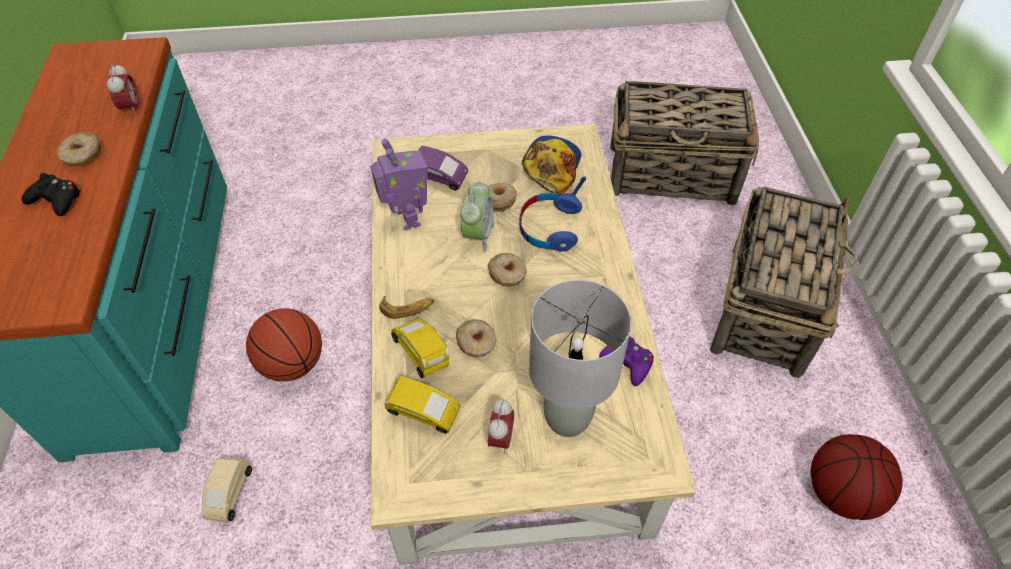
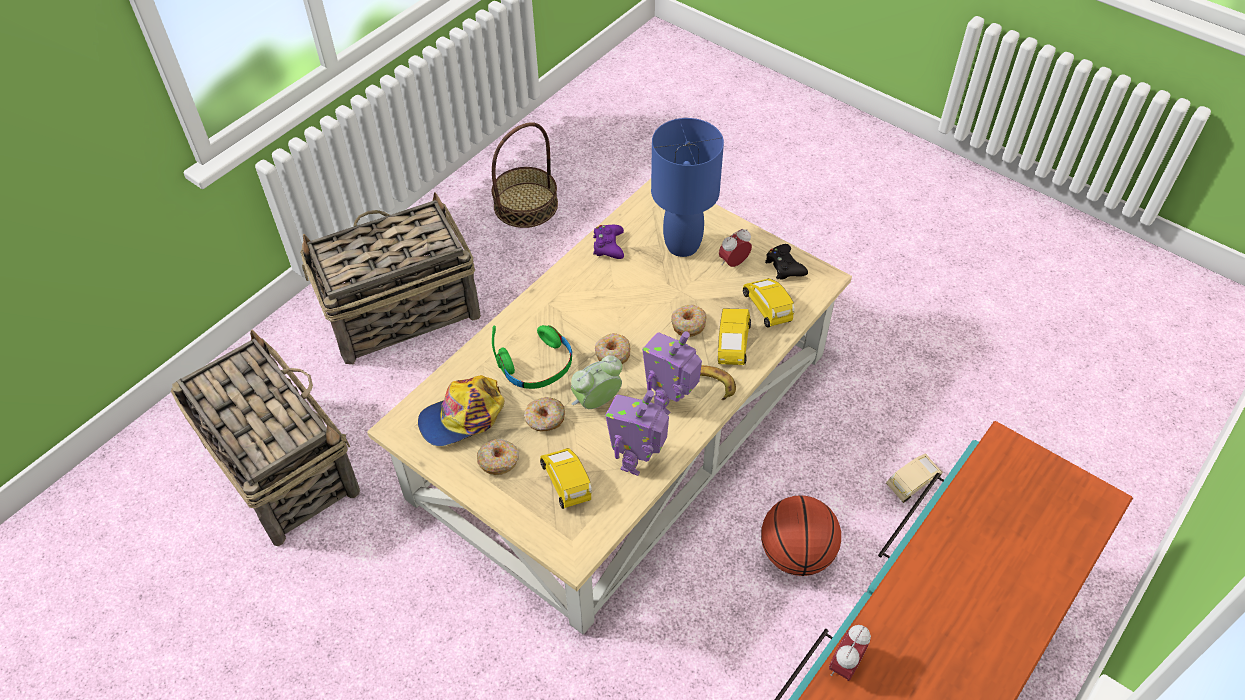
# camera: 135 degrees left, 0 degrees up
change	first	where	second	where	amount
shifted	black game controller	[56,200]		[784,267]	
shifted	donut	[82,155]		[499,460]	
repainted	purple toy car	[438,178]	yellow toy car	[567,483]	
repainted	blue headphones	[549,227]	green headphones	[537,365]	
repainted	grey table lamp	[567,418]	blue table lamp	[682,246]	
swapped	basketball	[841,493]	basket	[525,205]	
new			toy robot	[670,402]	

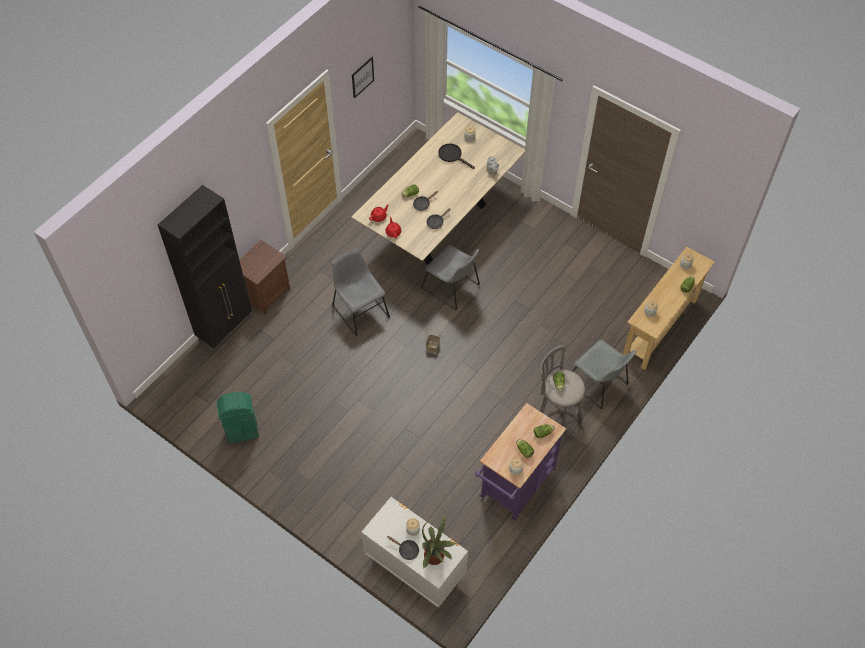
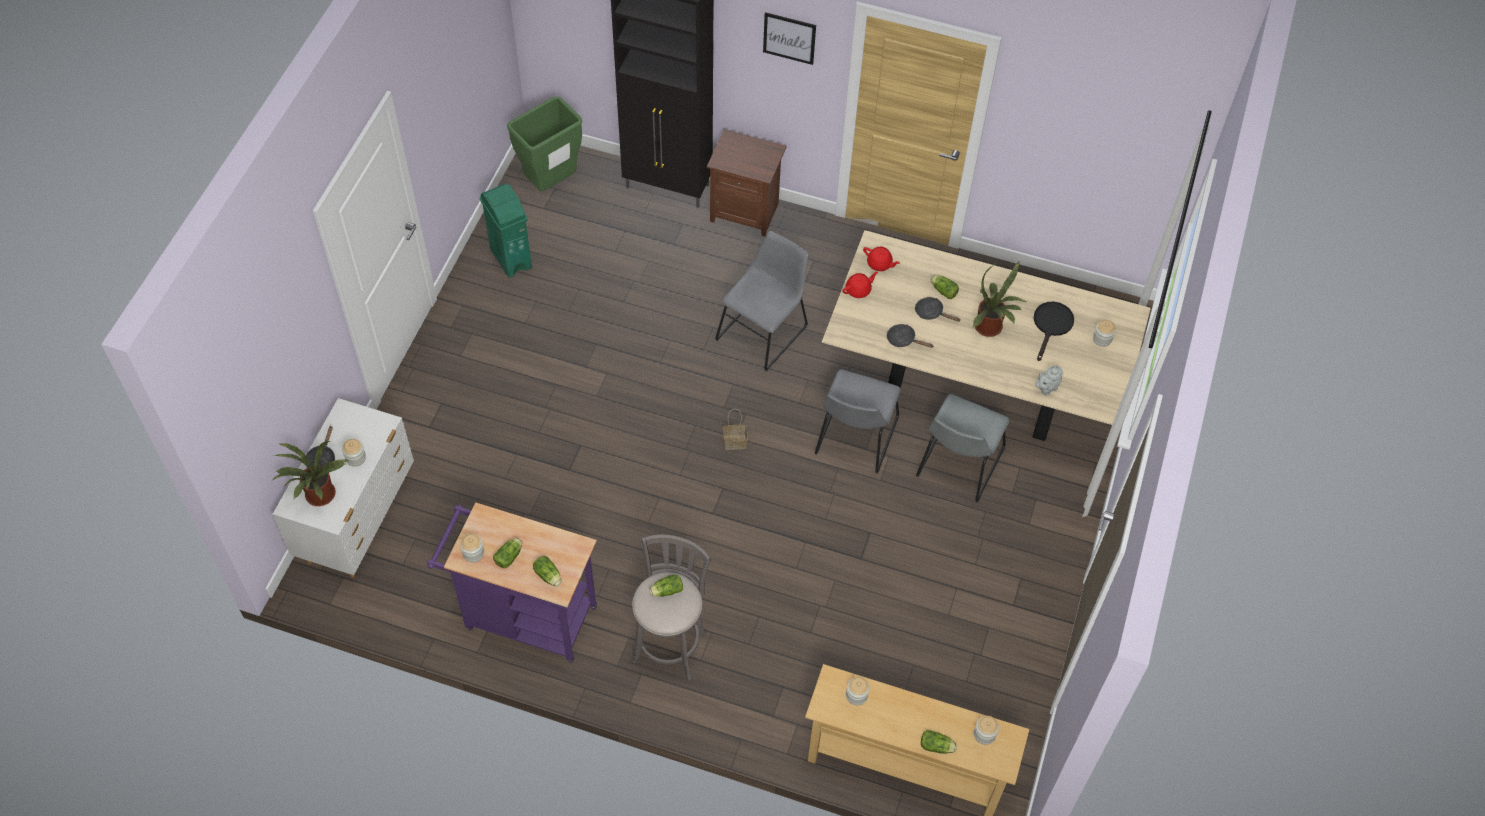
# camera: 70 degrees right, 0 degrees up
change	first	where	second	where	amount
shifted	picture	[362,77]		[789,38]	
shifted	grey chair	[599,384]		[958,465]	
new			green trash can	[551,183]	
new			potted plant	[990,328]	

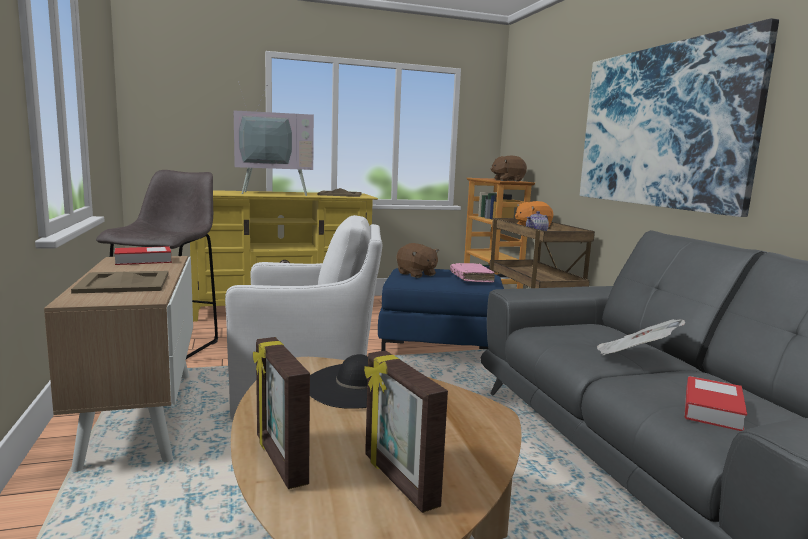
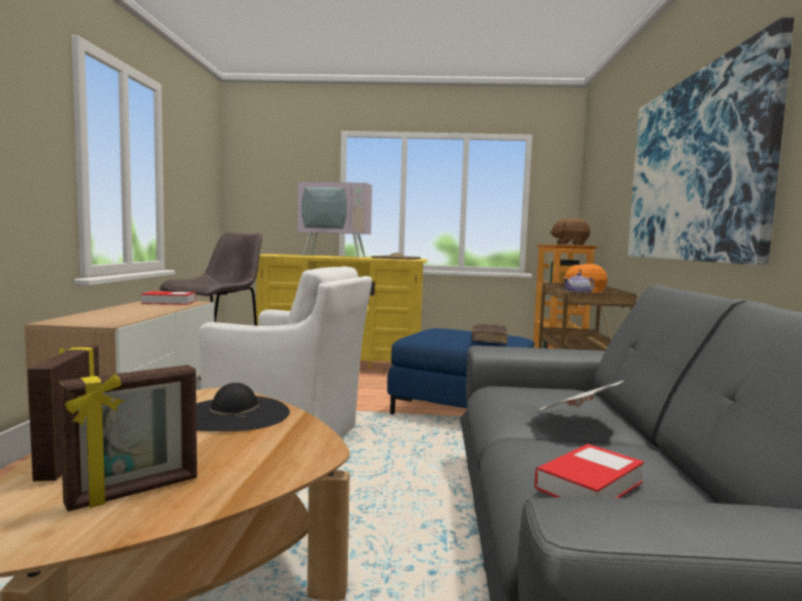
# camera: 20 degrees right, 5 degrees down
change	first	where	second	where	amount
gone	beige tray	[124,283]			
rotated	picture frame	[398,480]		[134,492]	120 degrees counterclockwise
gone	brown plush toy	[416,274]			
repainted	pink book	[471,278]	brown book	[489,339]	

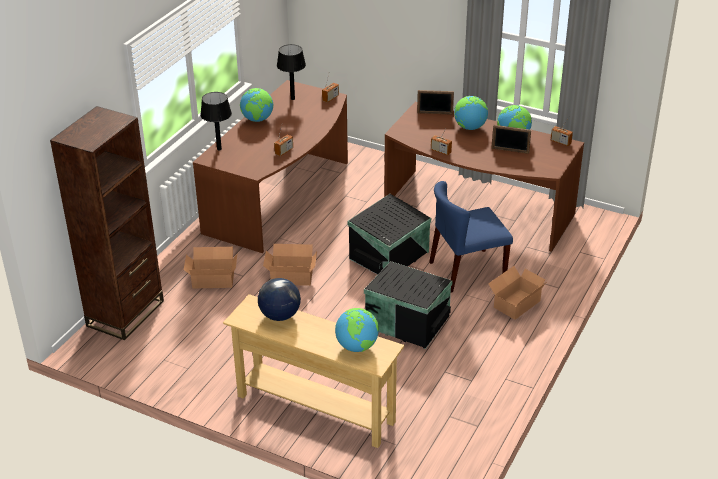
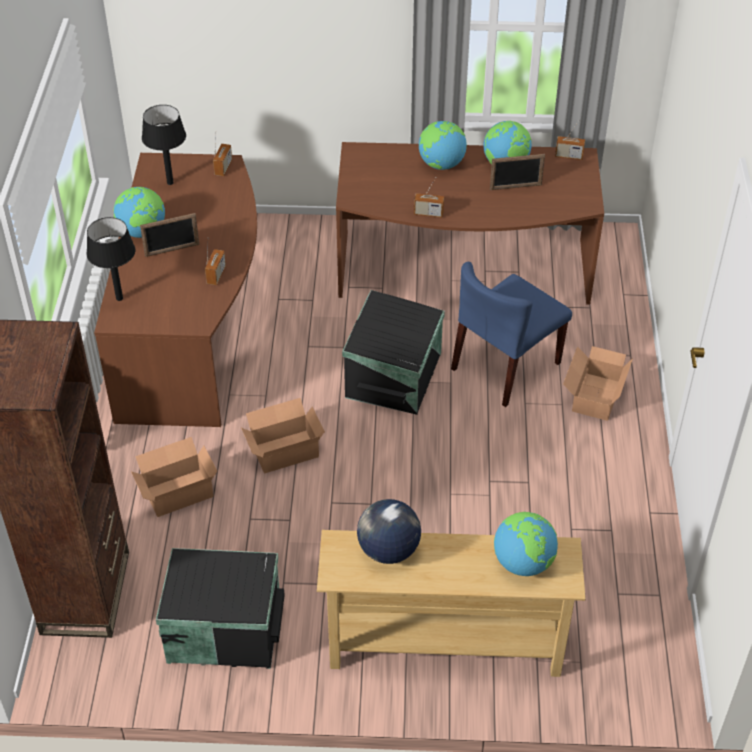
# camera: 25 degrees left, 10 degrees up
change	first	where	second	where	amount
shifted	black storage box	[407,321]		[223,626]	
shifted	picture frame	[435,113]		[172,250]	

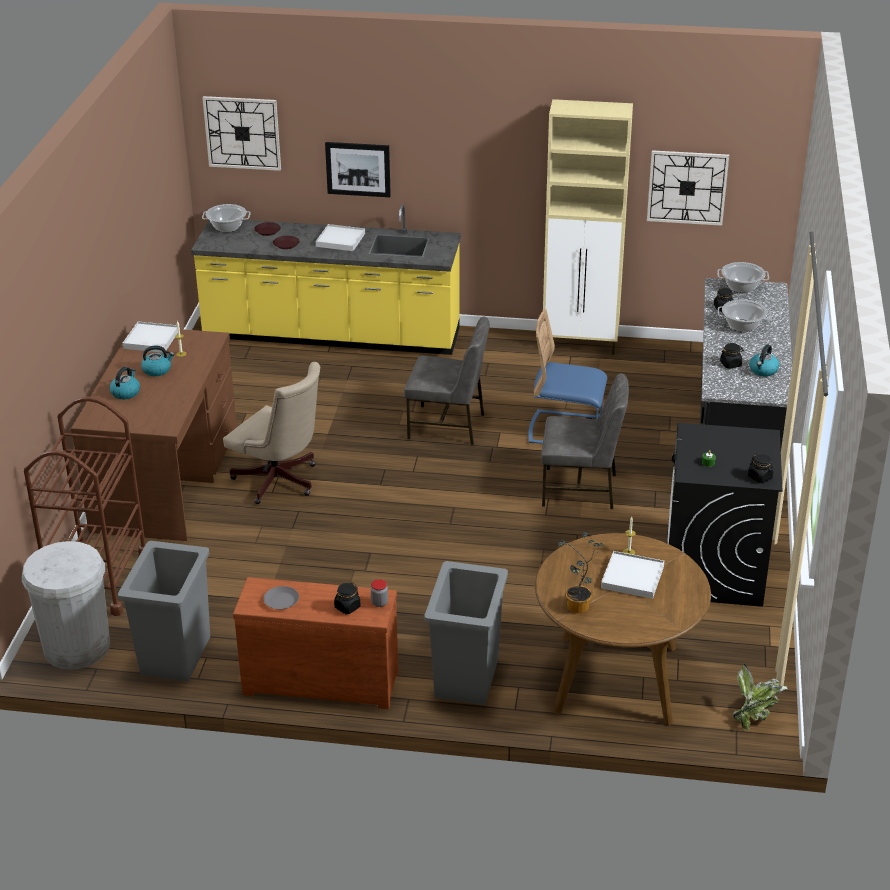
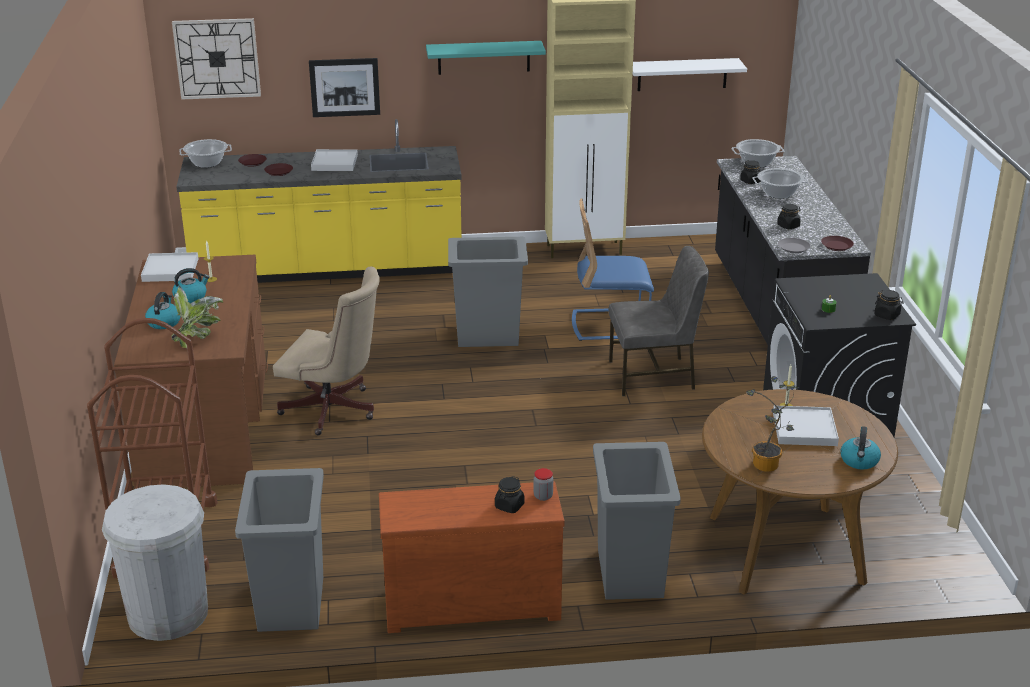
# camera: 15 degrees left, 5 degrees down
change	first	where	second	where	amount
shifted	grey plate	[281,601]		[793,248]	
swapped	grey chair	[448,426]	grey trash can	[488,336]	
swapped	wall clock	[687,187]	white shelf	[682,74]	
shifted	potted plant	[755,715]		[198,338]	
shifted	kettle	[763,370]		[859,461]	
new			turquoise shelf	[484,57]	
new			brown plate	[837,246]	

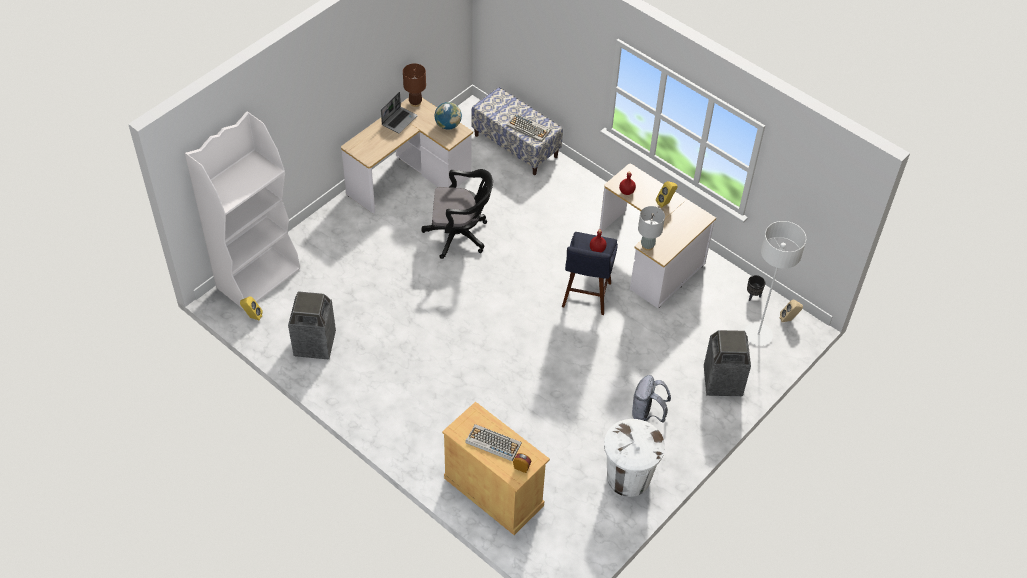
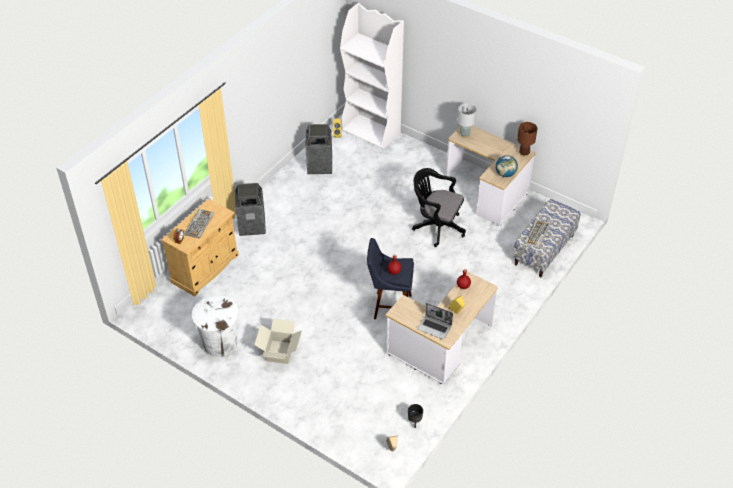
# camera: 85 degrees right, 5 degrees down
change	first	where	second	where	amount
shifted	laptop	[399,120]		[435,327]	
rotated	black office chair	[460,235]		[436,227]	120 degrees clockwise
swapped	grey backpack	[647,414]	cardboard box	[279,352]	
shifted	grey table lamp	[647,246]		[465,135]	
shifted	trash can	[722,381]		[252,225]	
gone	white floor lamp	[758,335]			

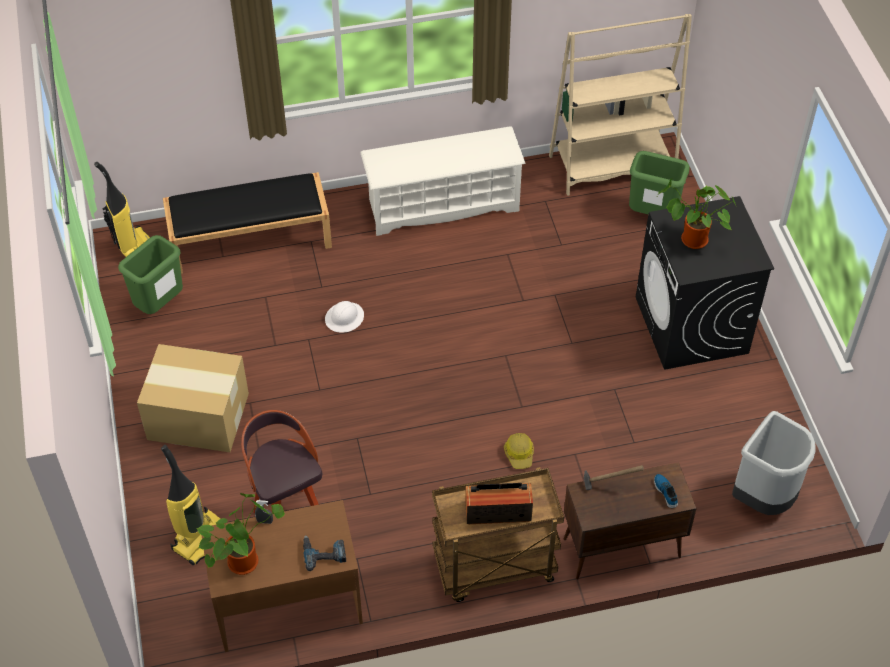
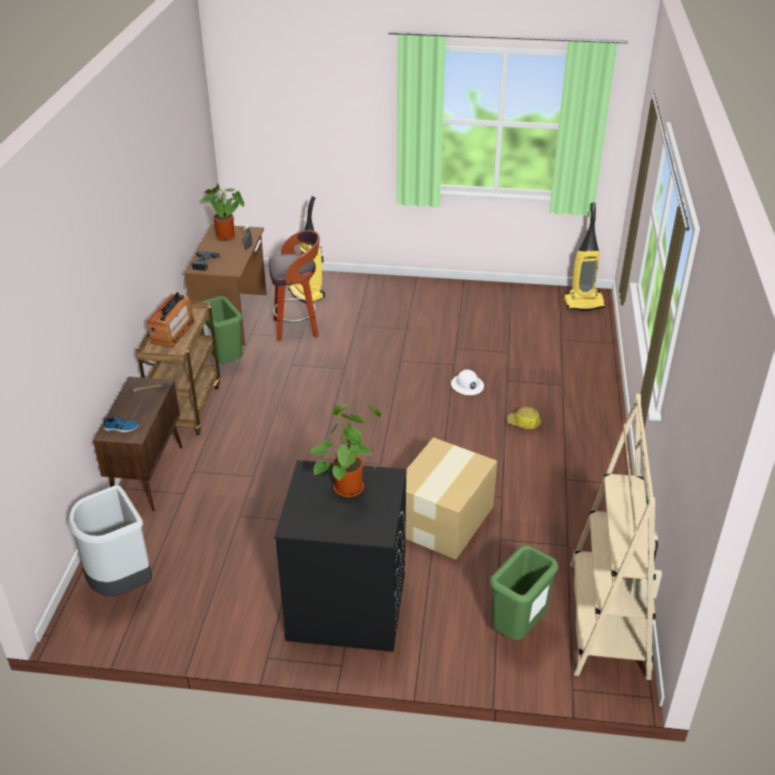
# camera: 110 degrees right, 15 degrees down
change	first	where	second	where	amount
shifted	green trash can	[160,305]		[224,362]	
shifted	cardboard box	[197,415]		[444,519]	
gone	black bench	[251,238]			
gone	white shoe rack	[443,205]			
shifted	hard hat	[519,454]		[524,423]	

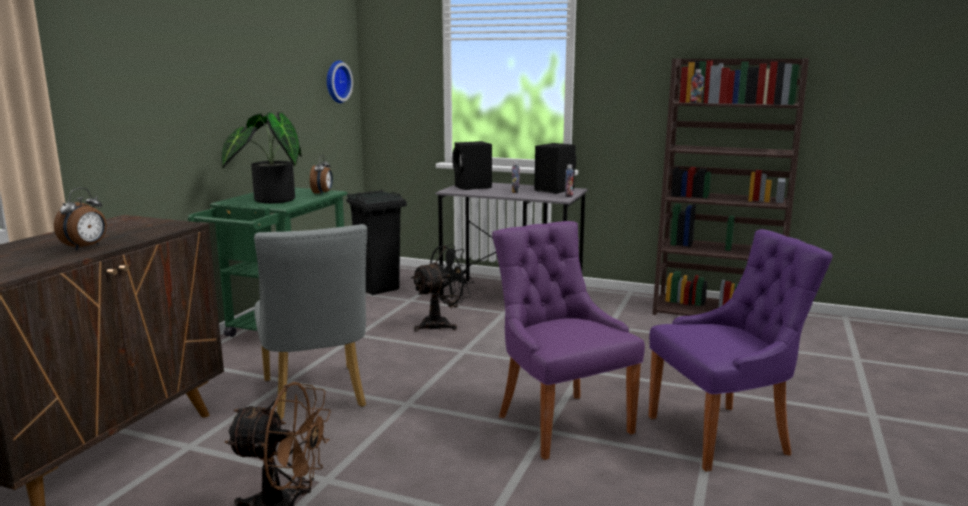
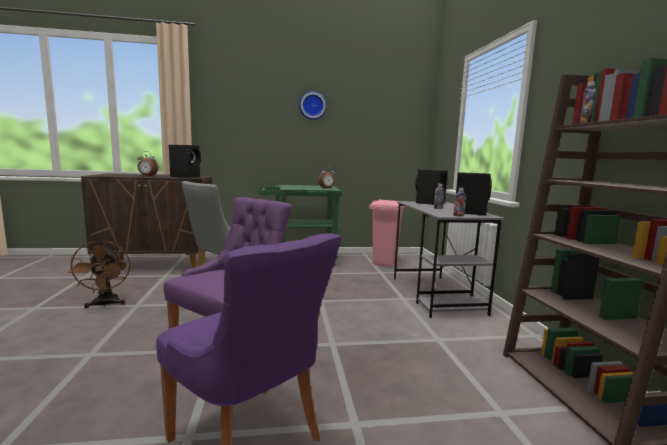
# camera: 60 degrees right, 5 degrees down
change	first	where	second	where	amount
gone	potted plant	[269,200]			
shifted	wall clock	[336,81]		[312,106]	
repainted	black trash can	[379,289]	pink trash can	[385,263]	
gone	black fan	[441,324]			
new			black speaker	[186,176]	

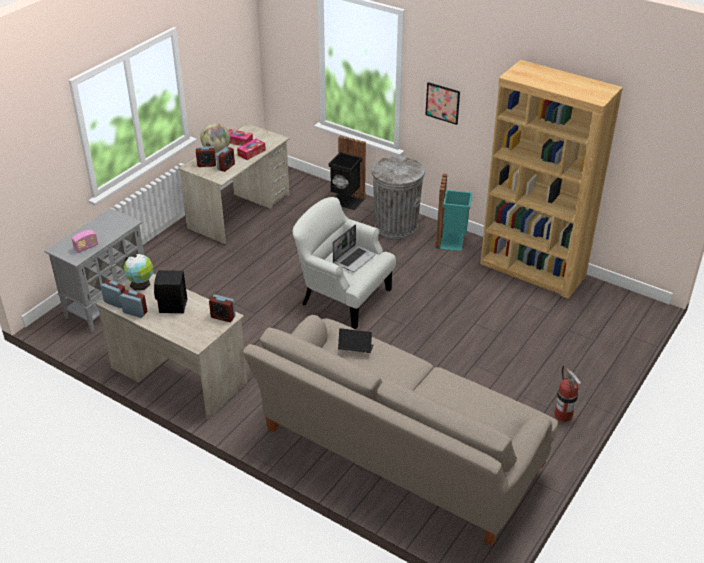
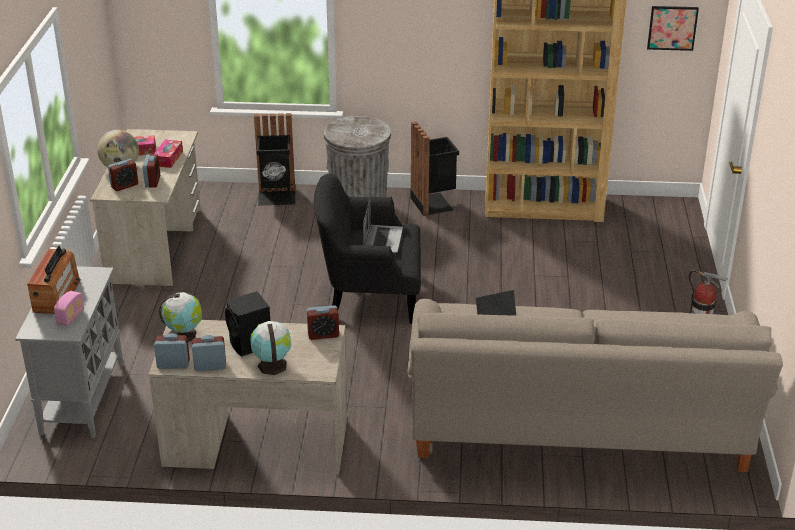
# camera: 30 degrees left, 5 degrees down
change	first	where	second	where	amount
repainted	white armchair	[343,297]	black armchair	[369,296]	
shifted	picture	[442,103]		[672,28]	
repainted	turquoise trash can	[451,240]	black trash can	[433,203]	
new			radio	[56,295]	
new			globe	[272,364]	

